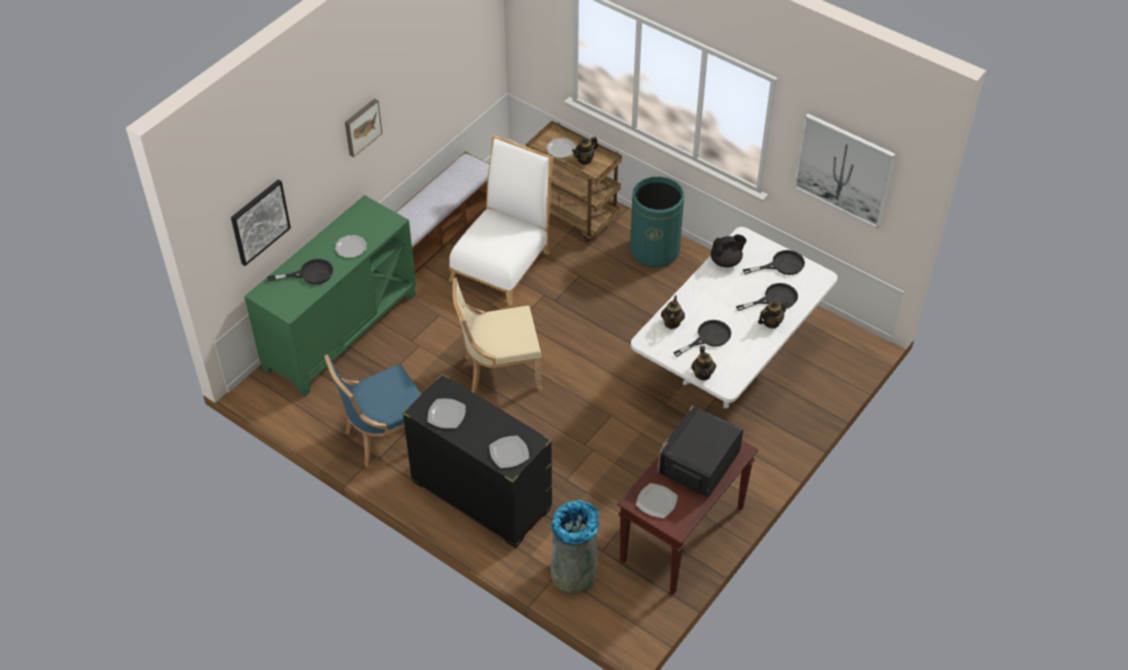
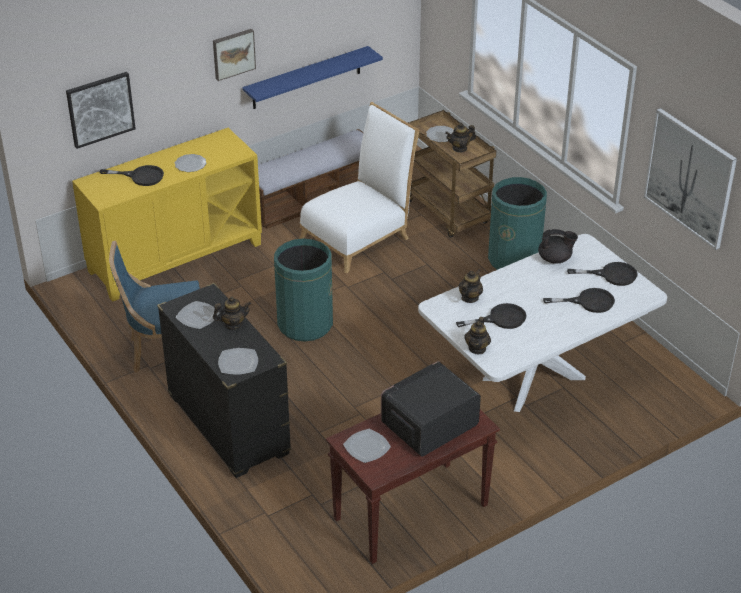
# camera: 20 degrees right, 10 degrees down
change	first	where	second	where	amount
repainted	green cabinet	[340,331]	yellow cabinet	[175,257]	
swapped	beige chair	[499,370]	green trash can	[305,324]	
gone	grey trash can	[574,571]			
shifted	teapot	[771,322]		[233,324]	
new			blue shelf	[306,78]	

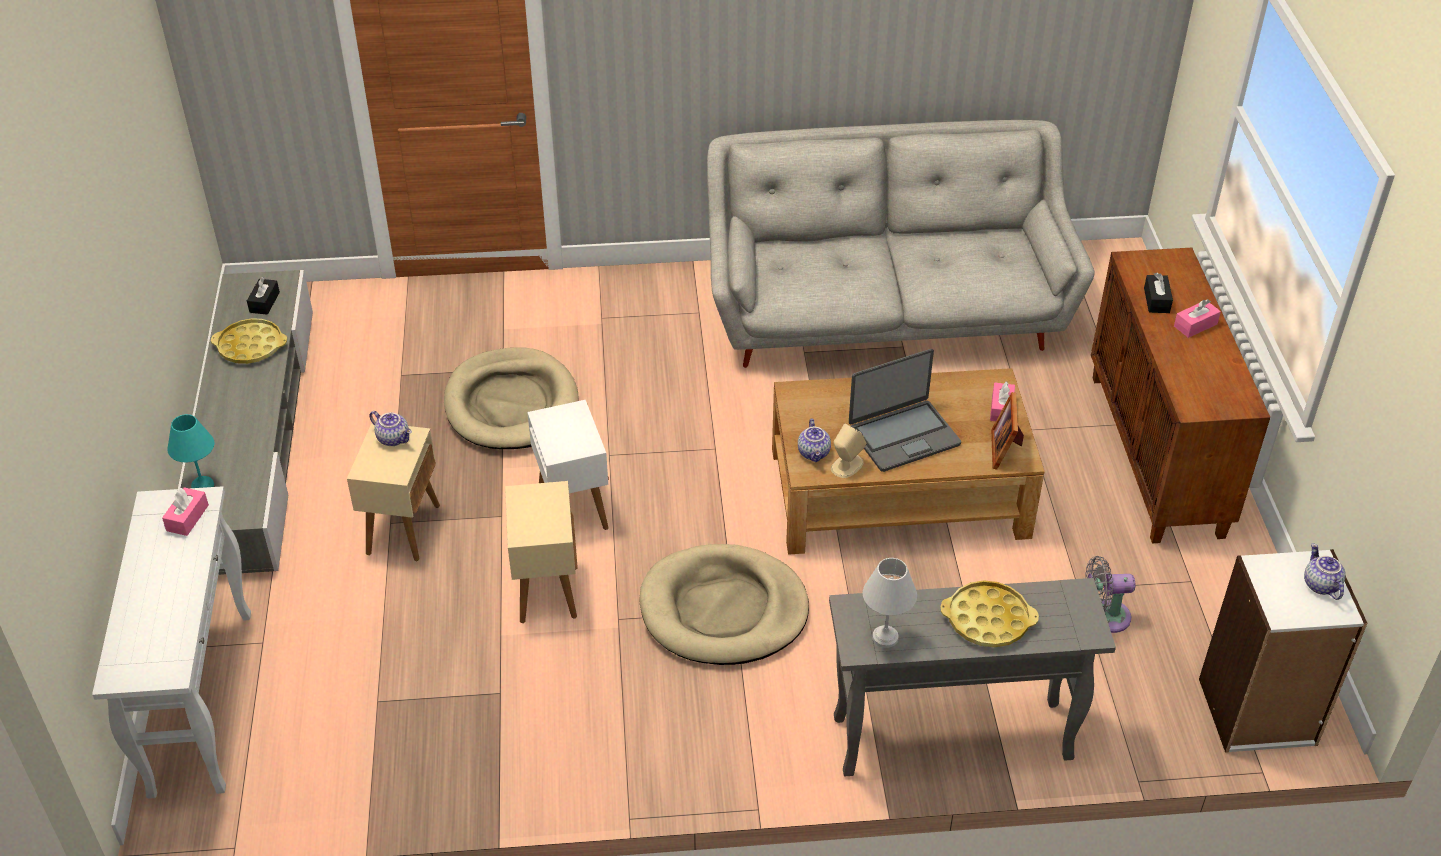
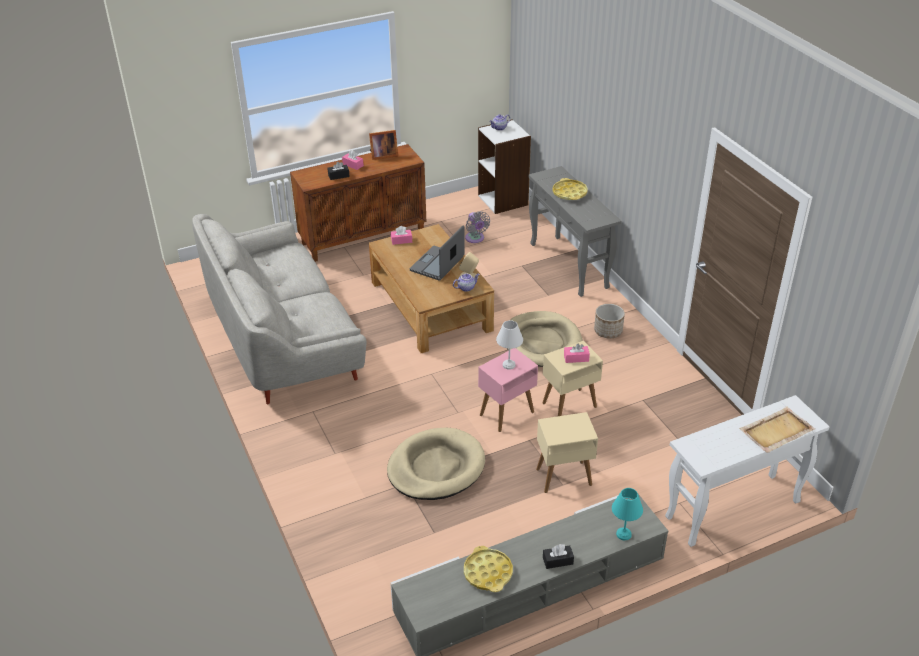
# camera: 110 degrees left, 5 degrees down
change	first	where	second	where	amount
shifted	pink tissue box	[187,518]		[576,358]	
shifted	black tissue box	[264,302]		[557,561]	
gone	teapot	[394,438]			
repainted	white side table	[572,508]	pink side table	[506,414]	
rotated	laptop	[903,436]		[437,264]	105 degrees counterclockwise
shifted	white table lamp	[884,637]		[509,365]	
shifted	picture frame	[1006,449]		[382,155]	
new			planter	[608,331]	
new			beige tray	[775,431]	

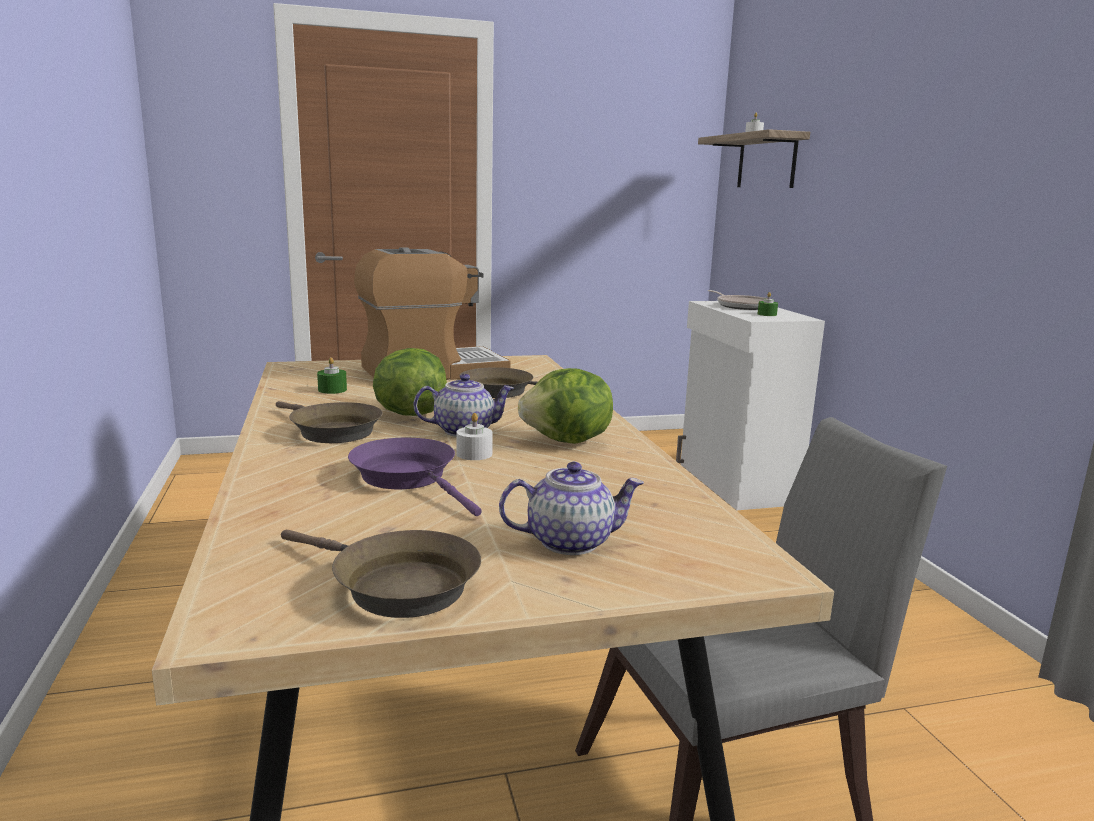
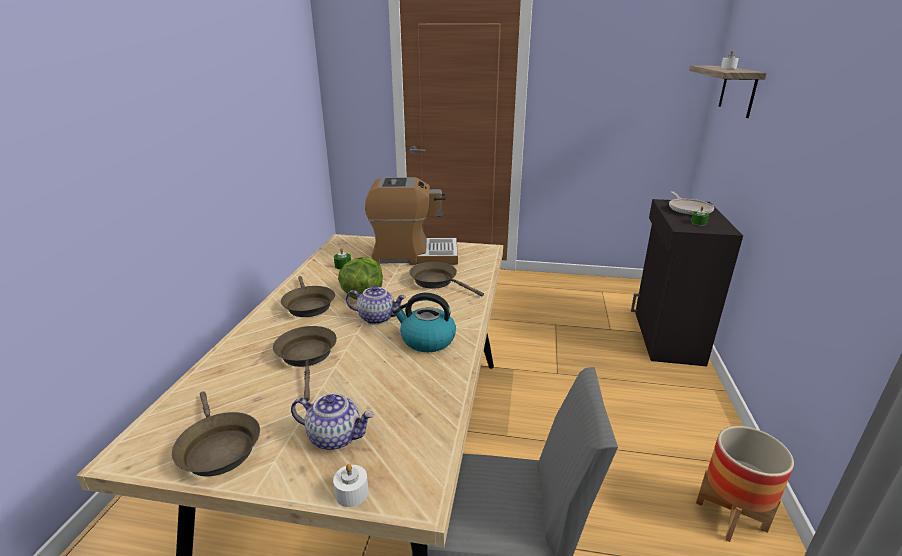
# camera: 25 degrees right, 10 degrees up
change	first	where	second	where	amount
repainted	purple frying pan	[409,478]	brown frying pan	[307,356]	
shifted	white candle	[474,454]		[352,493]	
swapped	lettuce	[568,442]	kettle	[427,340]	
repainted	white cabinet	[735,483]	black cabinet	[666,337]	
new			planter	[730,516]	

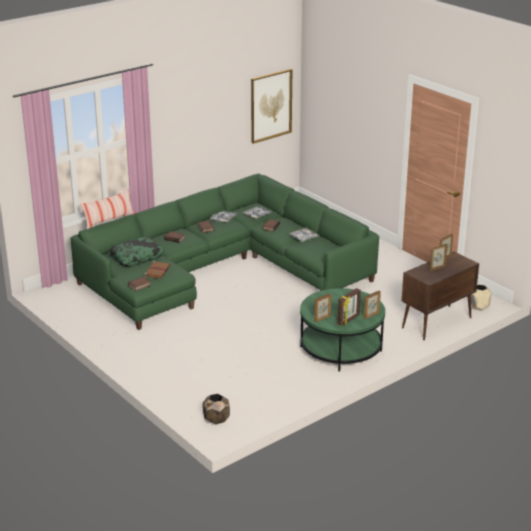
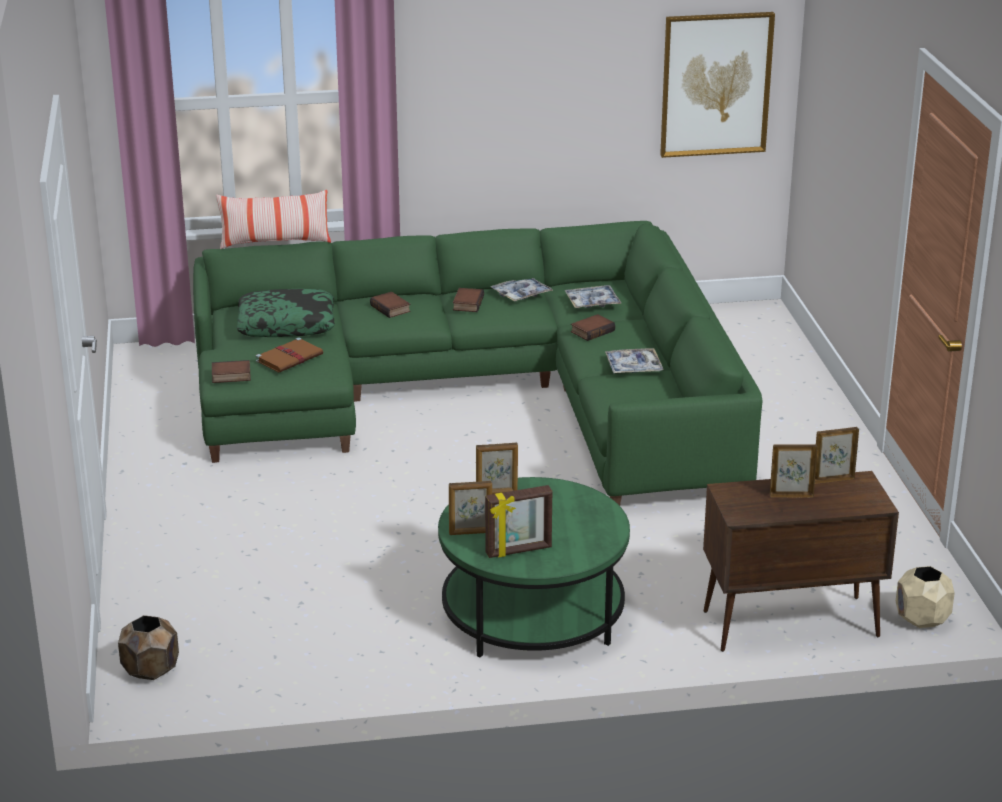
# camera: 30 degrees right, 0 degrees up
change	first	where	second	where	amount
shifted	picture frame	[371,316]		[497,493]	

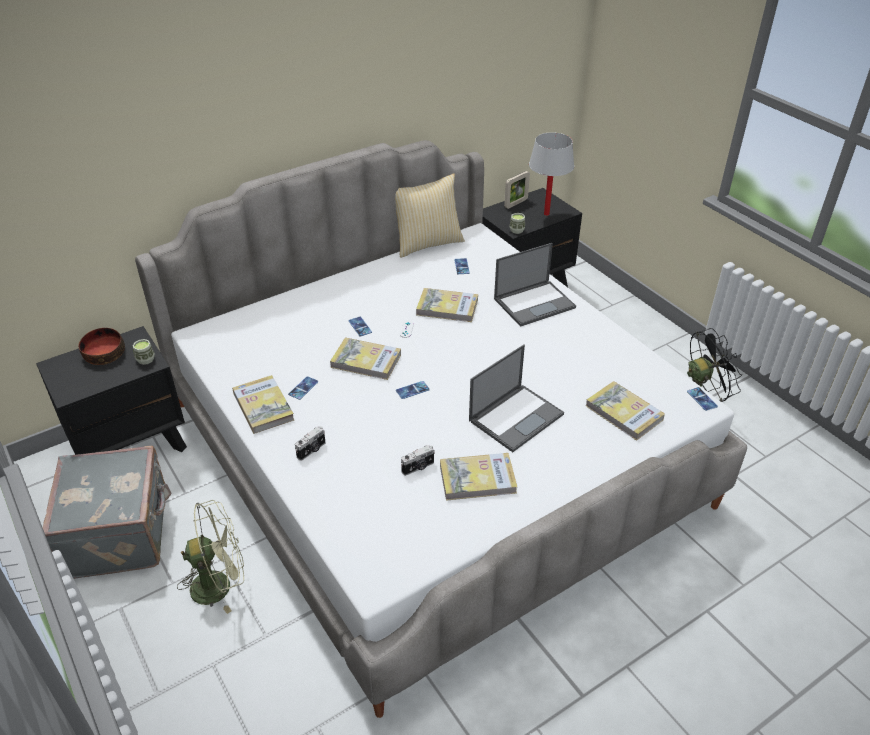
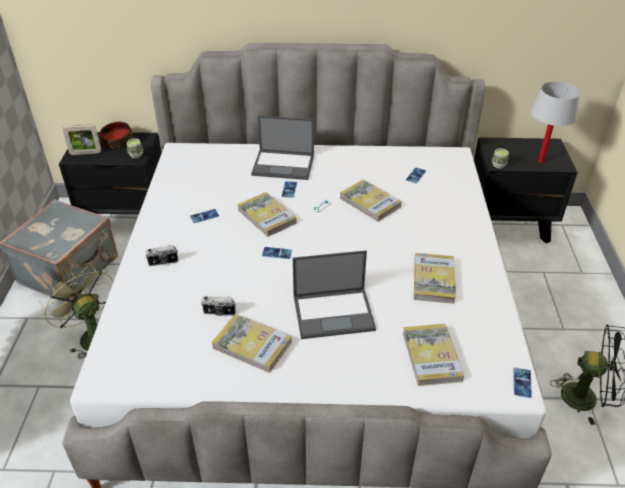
# camera: 35 degrees right, 0 degrees up
change	first	where	second	where	amount
rotated	green fan	[220,584]		[91,336]	150 degrees counterclockwise
shifted	book	[263,406]		[433,280]	
gone	pillow	[427,243]			
shifted	laptop	[535,303]		[284,165]	
shifted	picture frame	[516,203]		[85,153]	

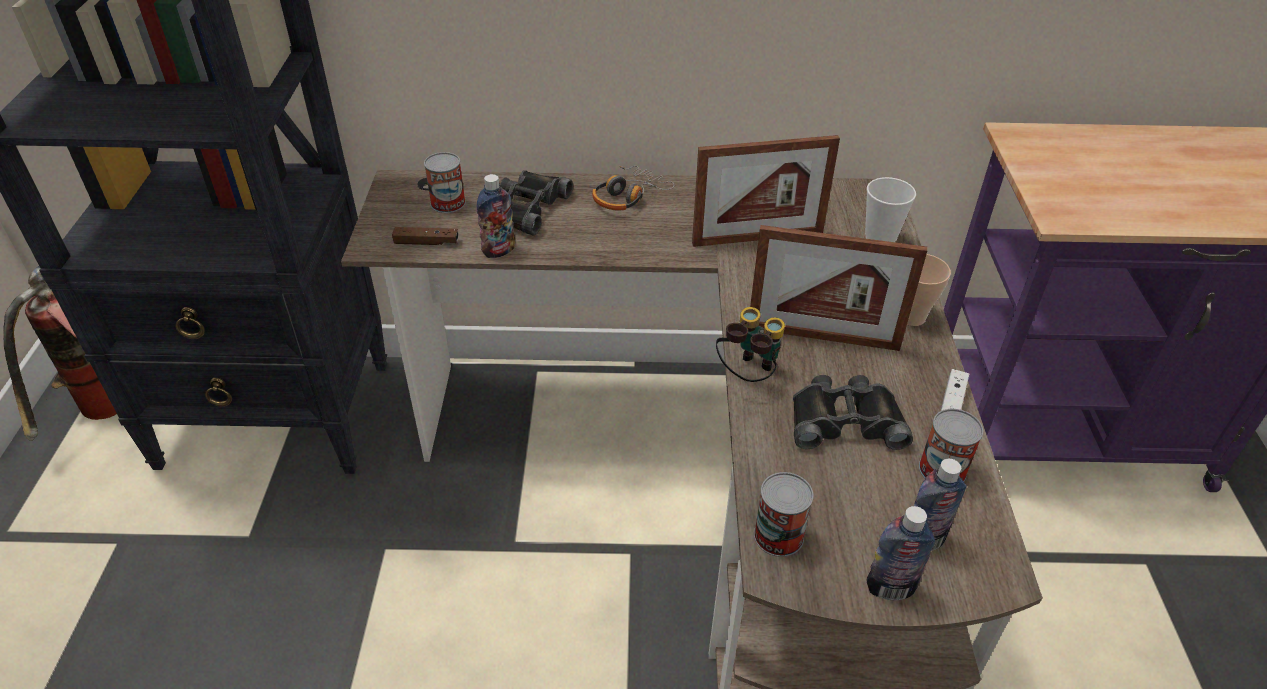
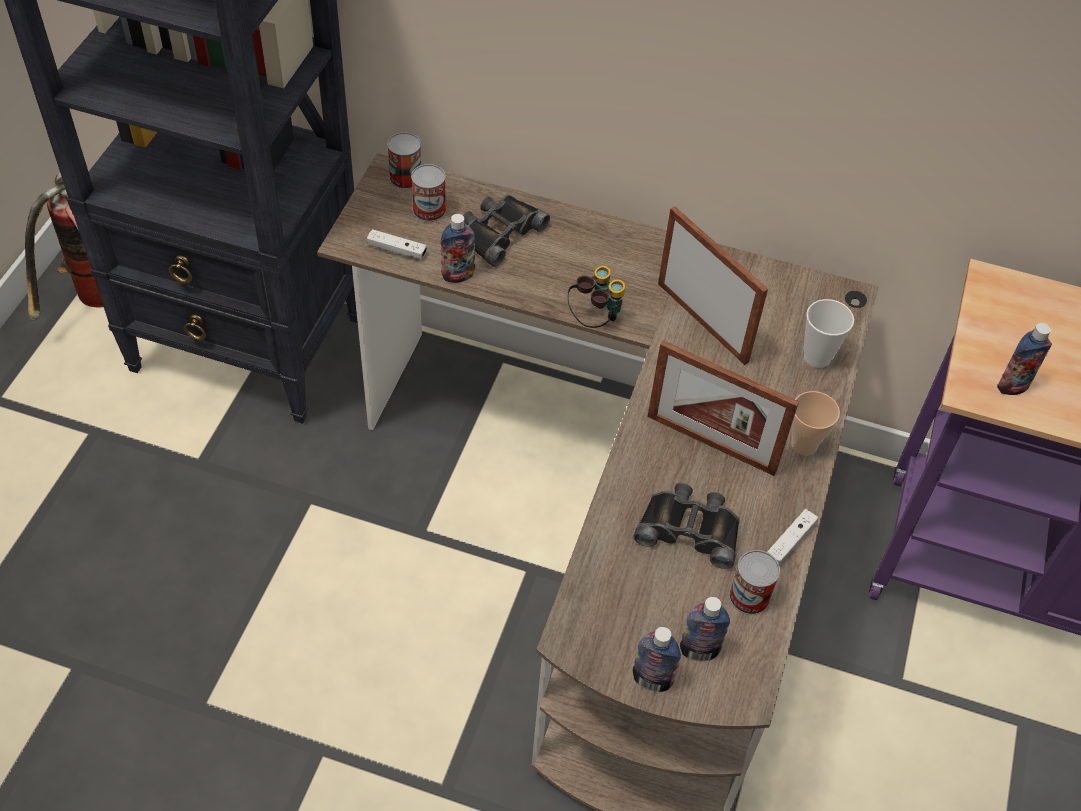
# camera: 15 degrees right, 10 degrees up
change	first	where	second	where	amount
repainted	brown game controller	[426,242]	white game controller	[397,250]	
gone	headphones	[628,196]			
rotated	picture frame	[757,238]		[702,322]	135 degrees counterclockwise
shifted	binoculars	[747,374]		[594,319]	
shifted	can	[778,535]		[405,177]	
new			bottle	[1013,386]	

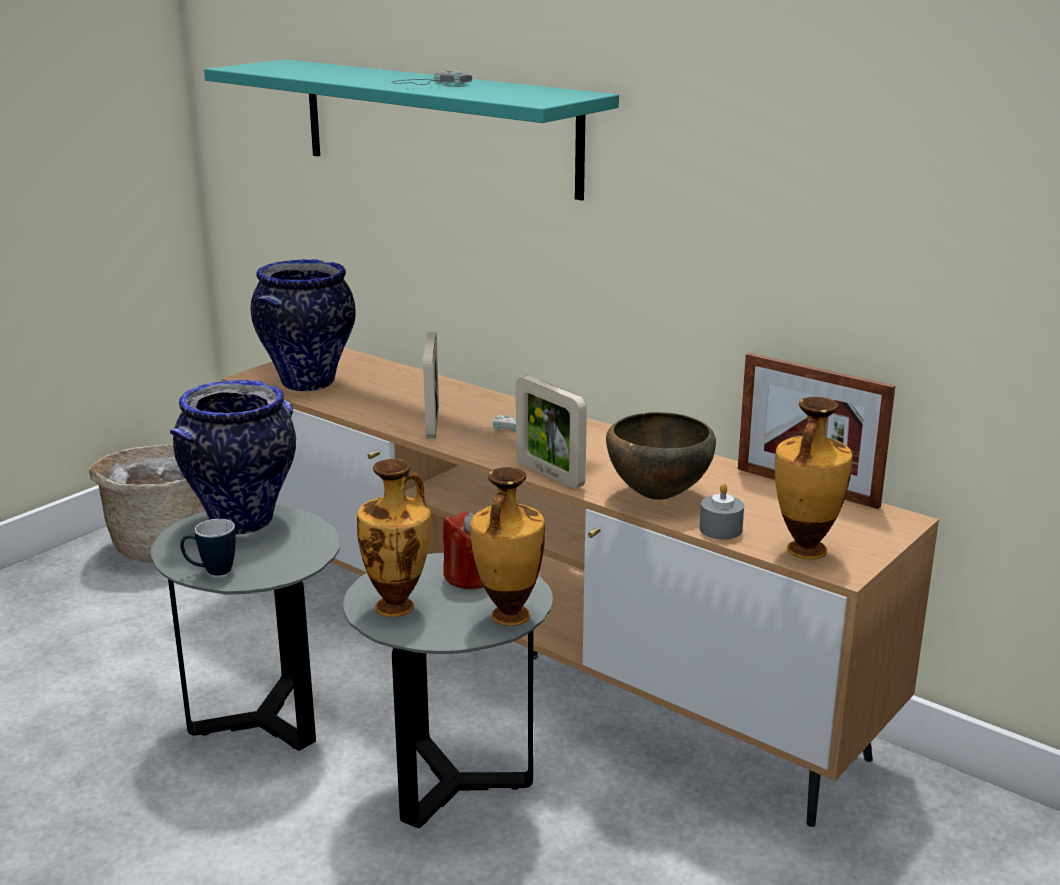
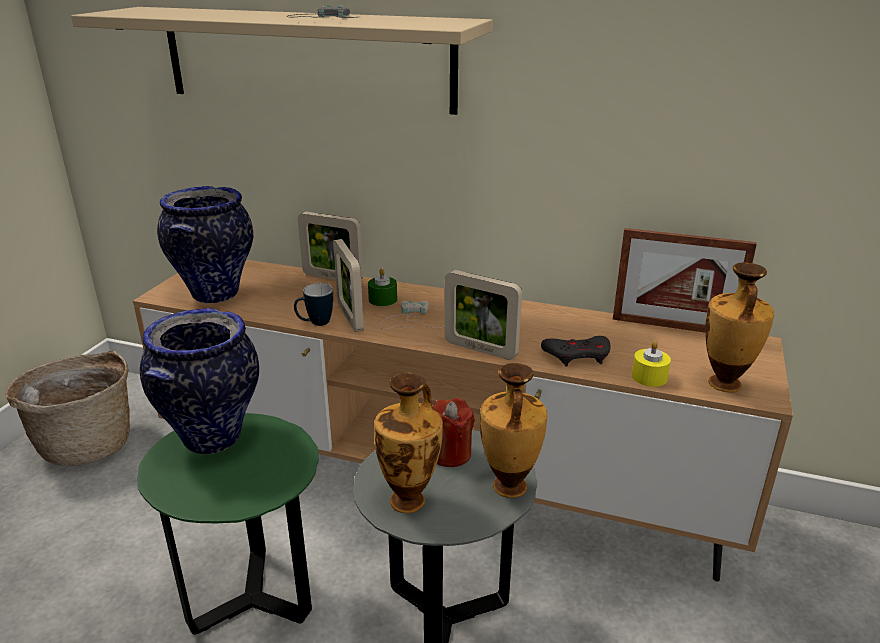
# camera: 20 degrees left, 5 degrees up
change	first	where	second	where	amount
repainted	grey side table	[263,721]	green side table	[253,600]	
shifted	mug	[211,571]		[315,323]	
repainted	turquoise shelf	[437,126]	beige shelf	[306,59]	
swapped	brown bowl	[657,497]	grey game controller	[577,355]	
repainted	grey candle	[720,529]	yellow candle	[649,377]	
new			picture frame	[332,277]	
new			green candle	[383,299]	

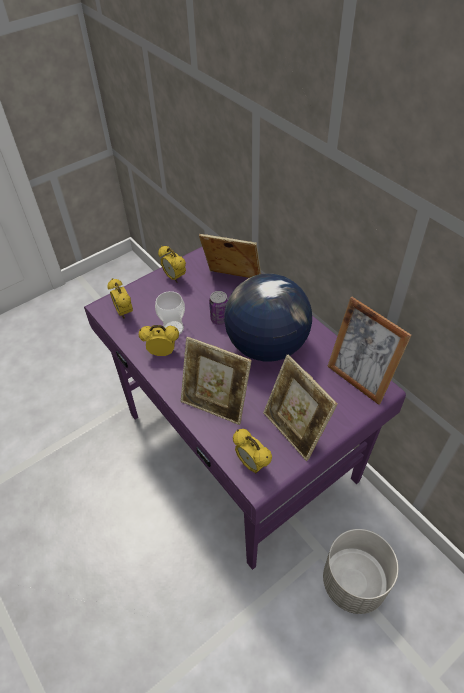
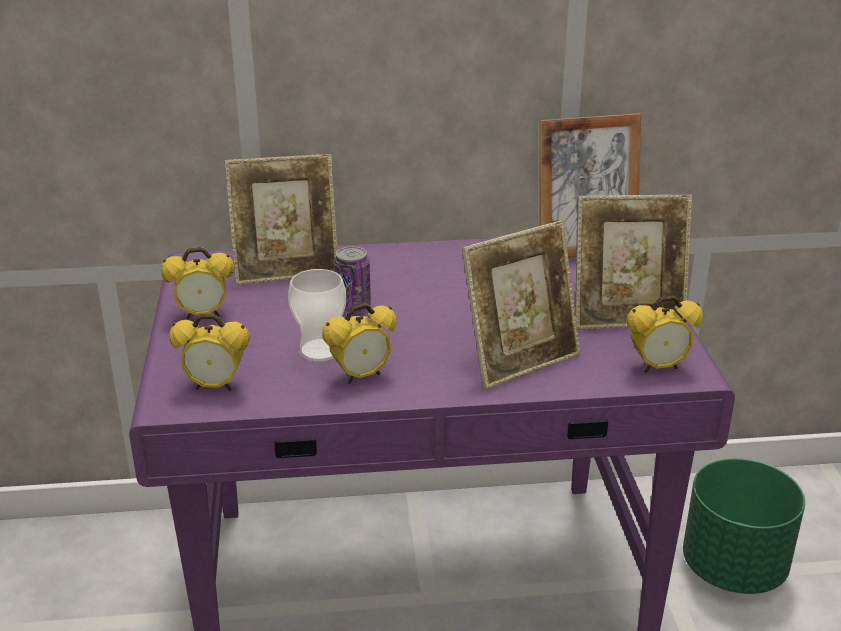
# camera: 60 degrees left, 20 degrees down
change	first	where	second	where	amount
rotated	alarm clock	[162,353]		[361,376]	150 degrees counterclockwise
rotated	picture frame	[232,281]		[287,271]	150 degrees counterclockwise
gone	globe	[266,345]			
repainted	grey planter	[353,582]	green planter	[732,568]	

